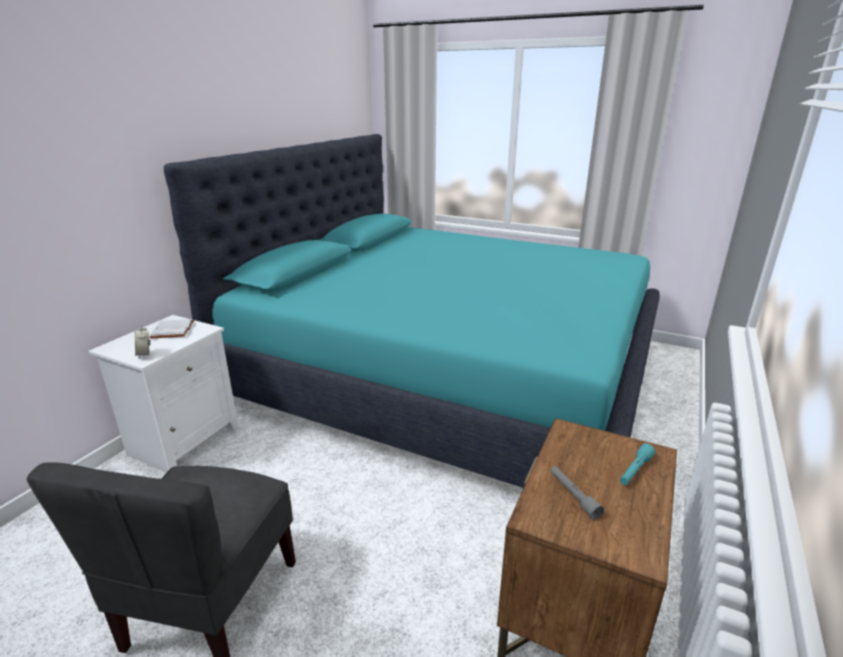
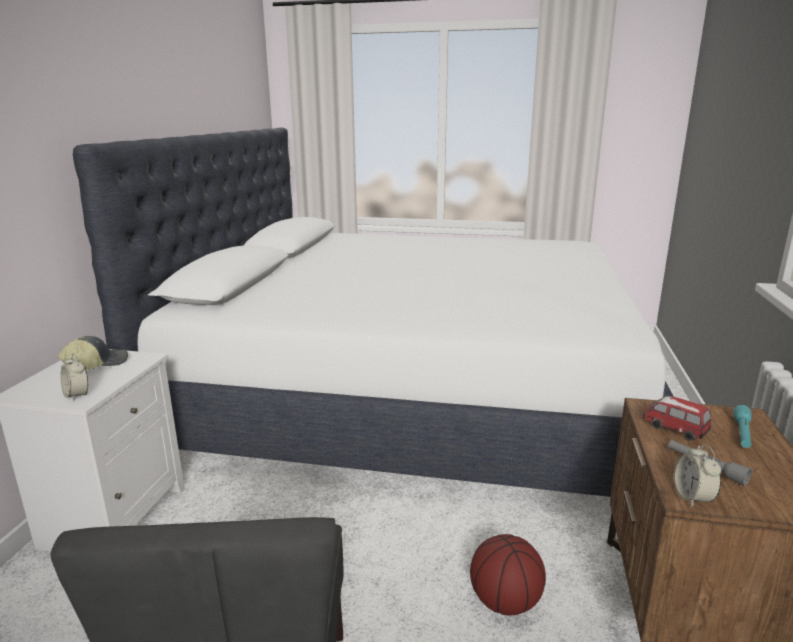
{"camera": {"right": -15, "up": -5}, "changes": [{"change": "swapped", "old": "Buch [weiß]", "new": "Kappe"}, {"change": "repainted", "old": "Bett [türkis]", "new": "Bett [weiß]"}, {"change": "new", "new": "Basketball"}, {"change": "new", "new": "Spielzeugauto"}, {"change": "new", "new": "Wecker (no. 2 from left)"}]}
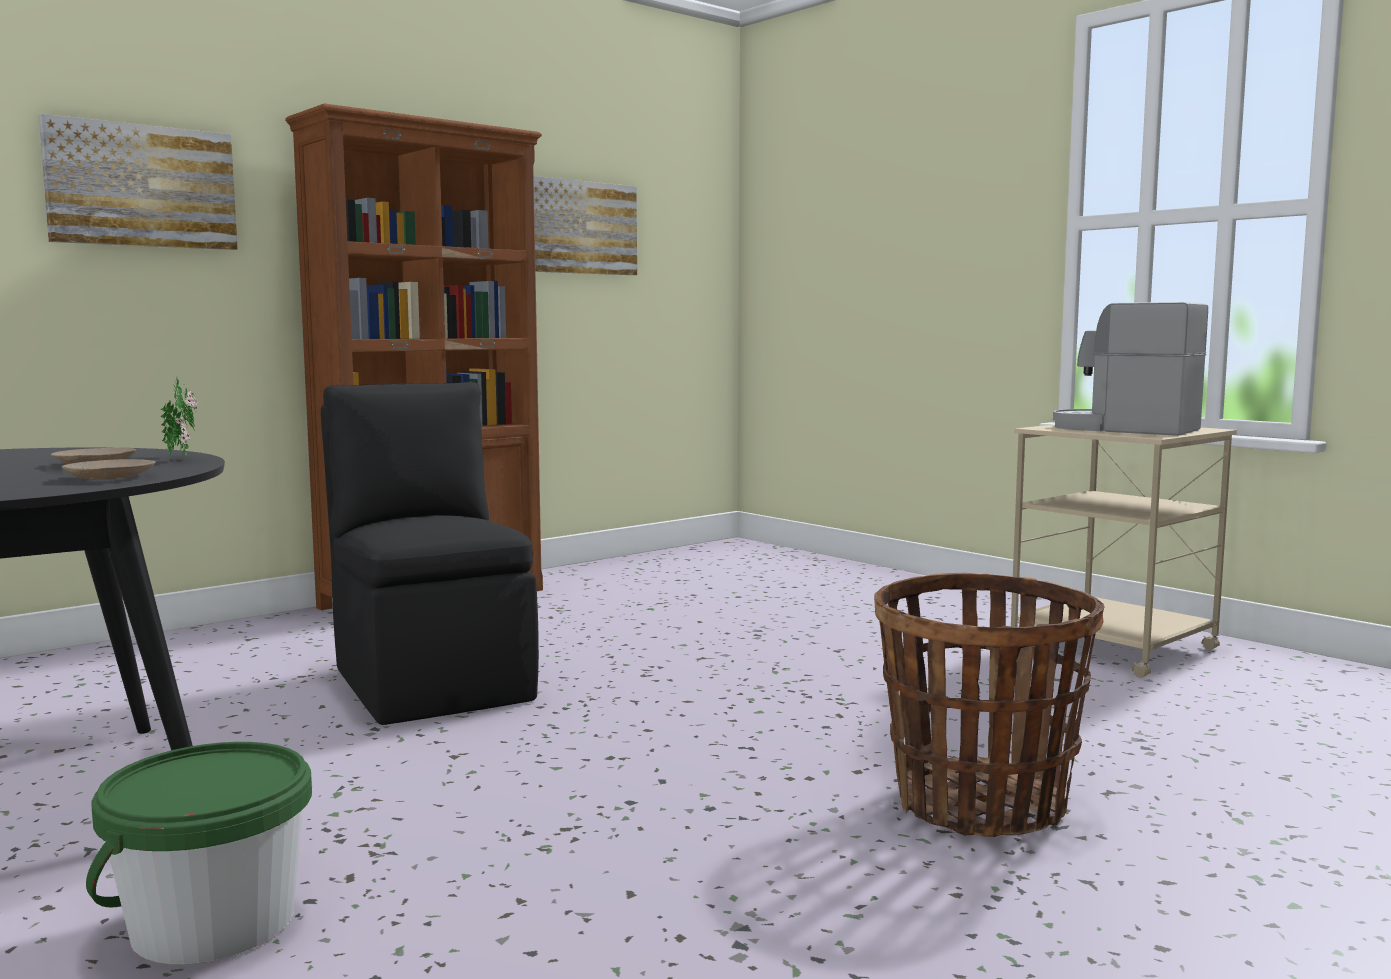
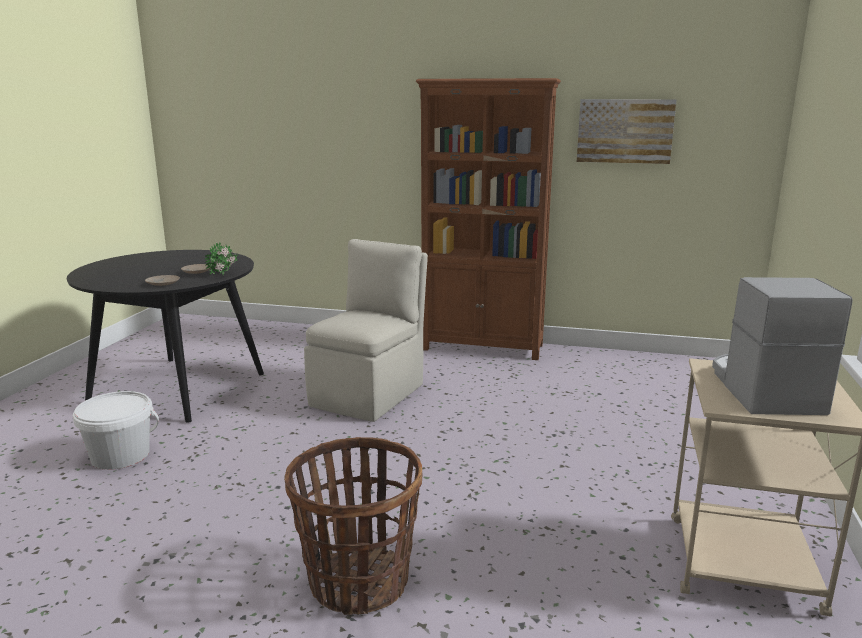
{"camera": {"right": 55, "up": 10}, "changes": [{"change": "repainted", "old": "Eimer [grün]", "new": "Eimer [weiß]"}, {"change": "repainted", "old": "Stuhl [schwarz]", "new": "Stuhl [beige]"}, {"change": "gone", "old": "Bild (no. 1 from left)"}]}
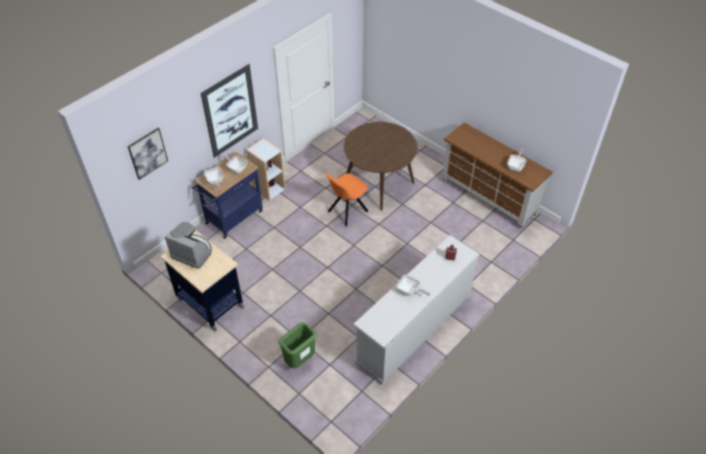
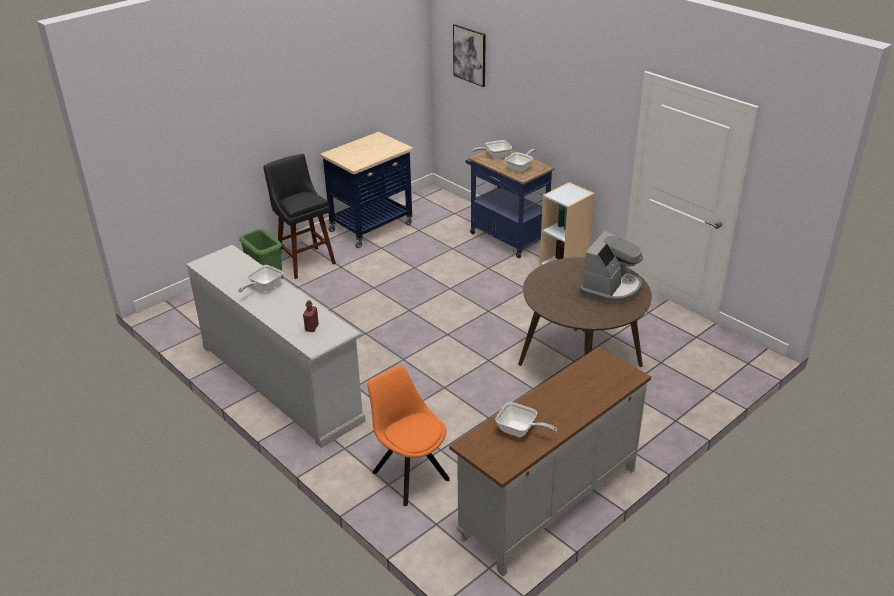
{"camera": {"right": 95, "up": -15}, "changes": [{"change": "new", "new": "Hocker [schwarz]"}, {"change": "shifted", "old": "Stuhl [orange]"}, {"change": "shifted", "old": "Kaffeemaschine"}, {"change": "gone", "old": "Bild (no. 2 from left)"}]}
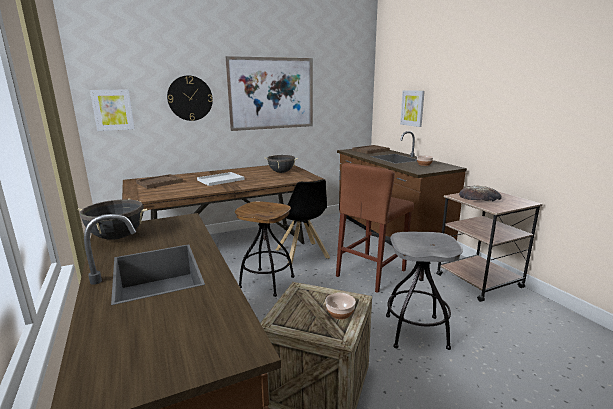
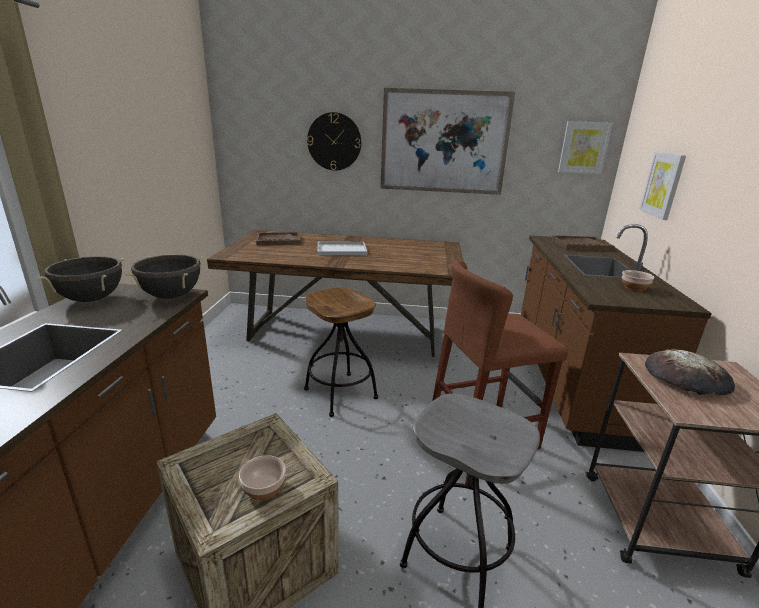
{"camera": {"right": 30, "up": 5}, "changes": [{"change": "shifted", "old": "Kochtopf [schwarz] (no. 2 from left)"}, {"change": "shifted", "old": "Bild (no. 1 from left in the first image)", "new": "Bild (no. 2 from left)"}, {"change": "gone", "old": "Stuhl [schwarz]"}]}
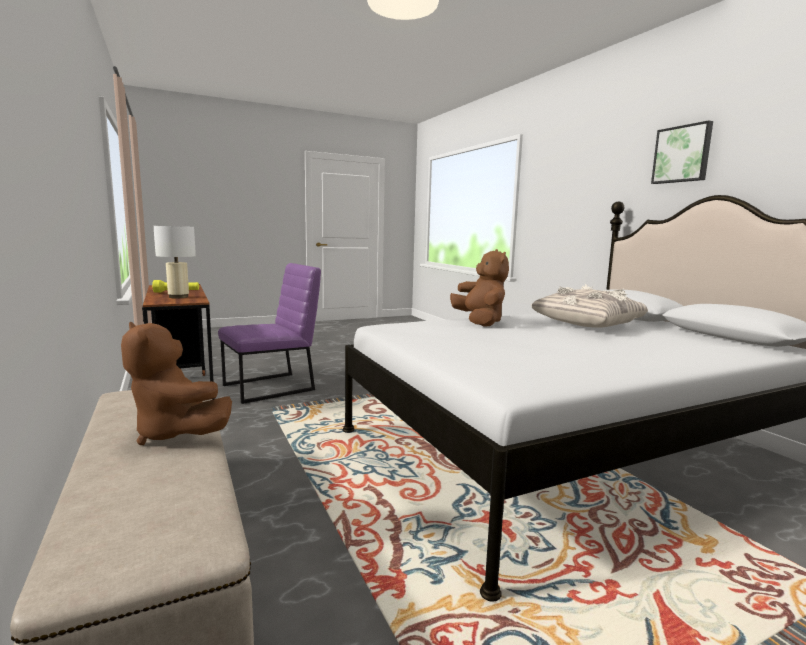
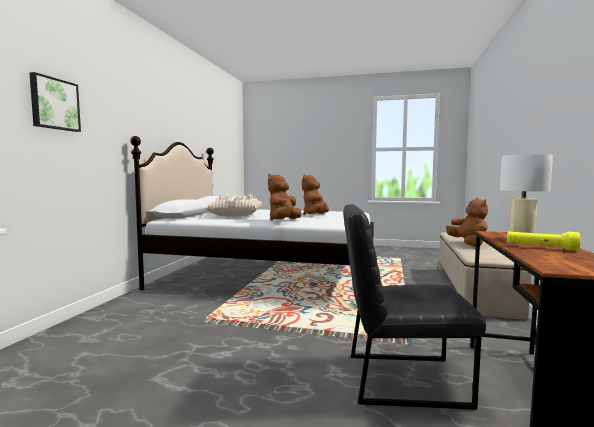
{"camera": {"right": -140, "up": -5}, "changes": [{"change": "shifted", "old": "Bild"}, {"change": "new", "new": "Plüschtier [braun] (no. 2 from left)"}, {"change": "repainted", "old": "Stuhl [lila]", "new": "Stuhl [schwarz]"}]}
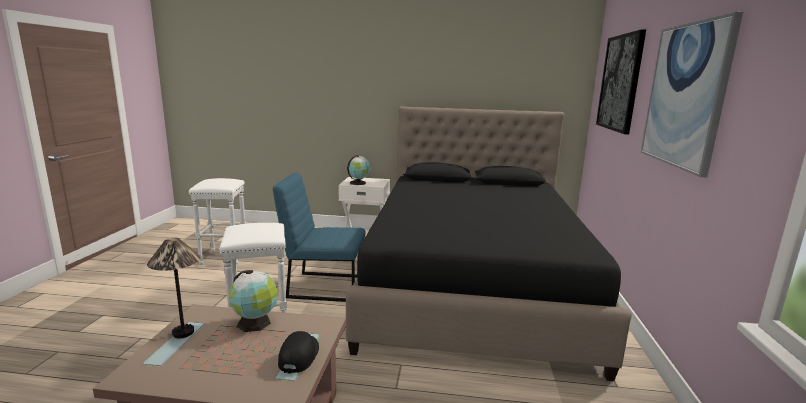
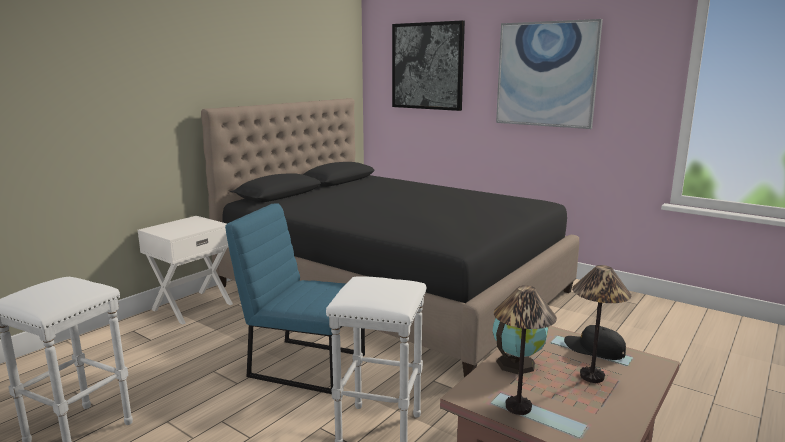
{"camera": {"right": -60, "up": 0}, "changes": [{"change": "rotated", "old": "Stuhl [blau]", "degrees": 75}, {"change": "new", "new": "Tischlampe (no. 2 from left)"}, {"change": "gone", "old": "Globus (no. 2 from left)"}]}
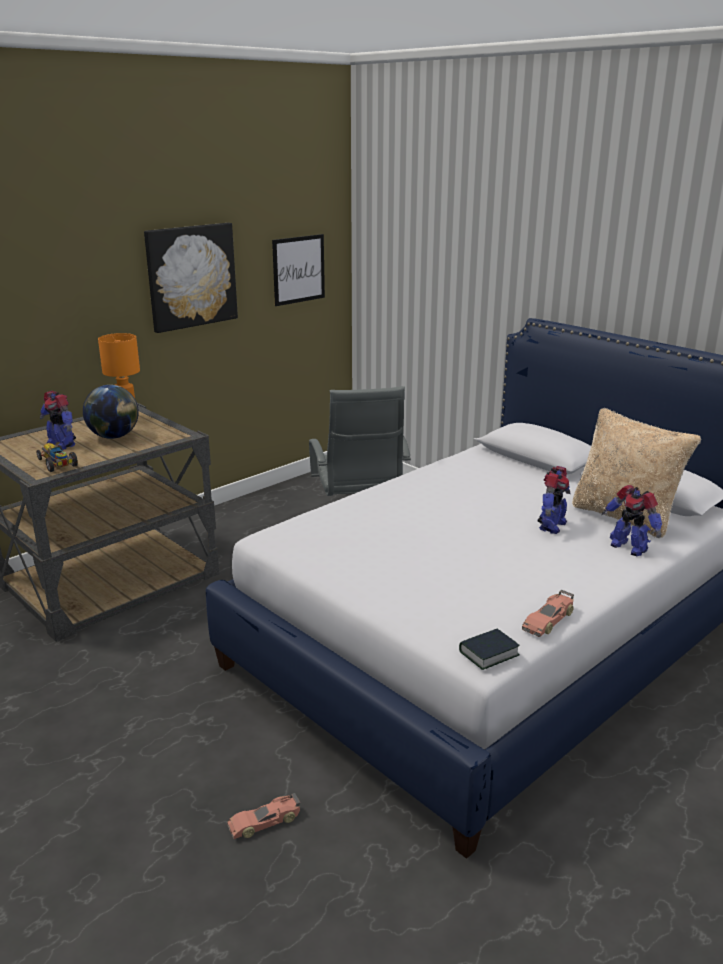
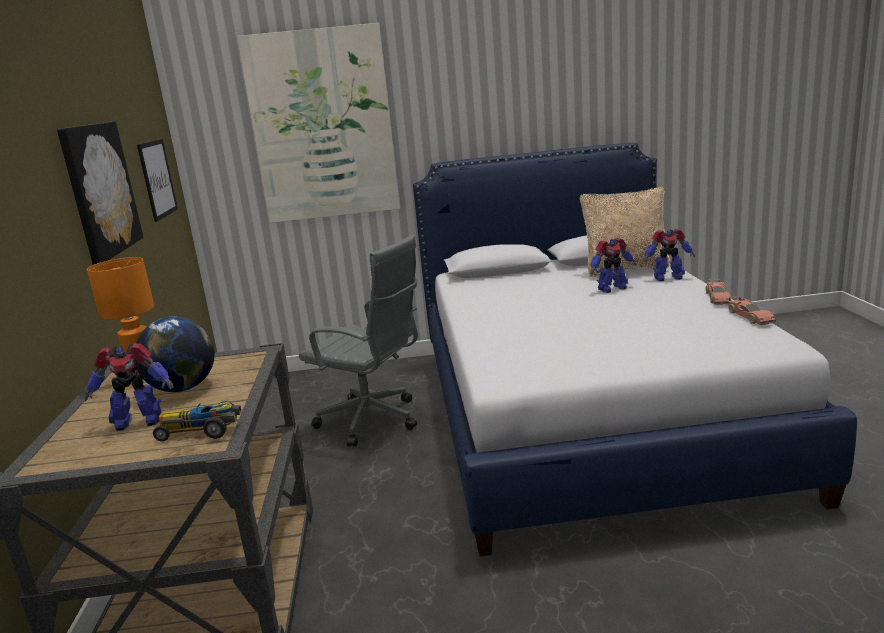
{"camera": {"right": -50, "up": -5}, "changes": [{"change": "new", "new": "Bild (no. 3 from left)"}, {"change": "rotated", "old": "Spielzeugroboter (no. 2 from left)", "degrees": 90}, {"change": "shifted", "old": "Spielzeugauto (no. 2 from left)"}, {"change": "gone", "old": "Buch"}]}
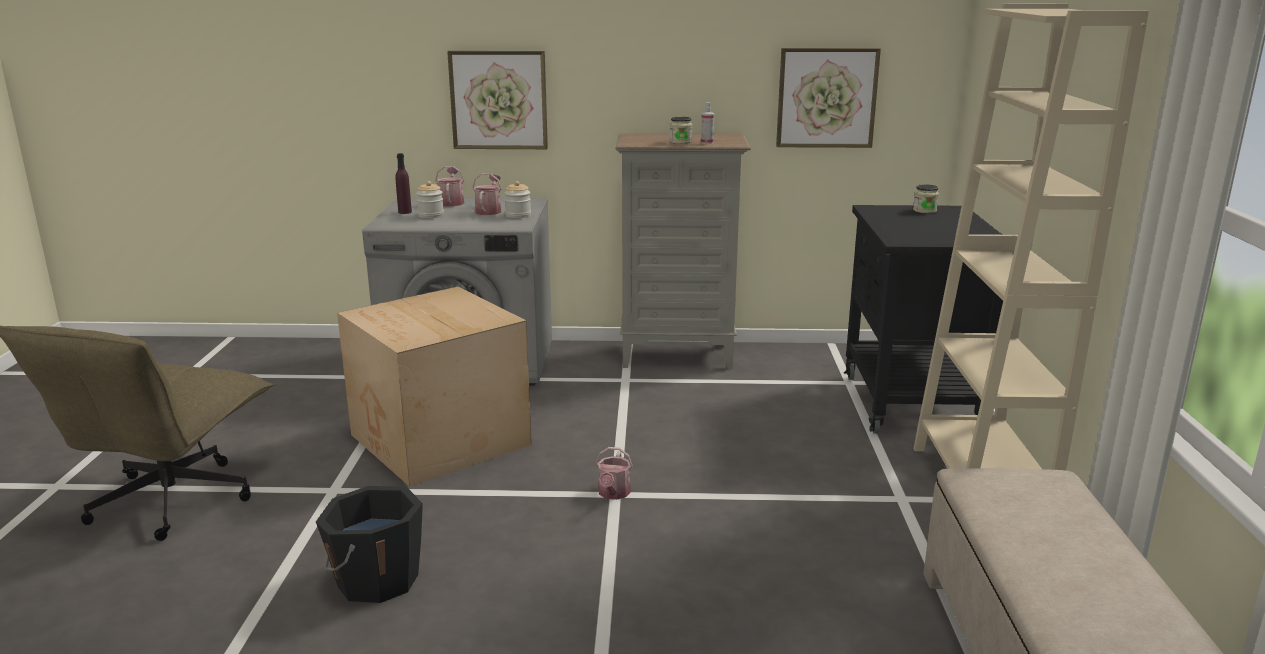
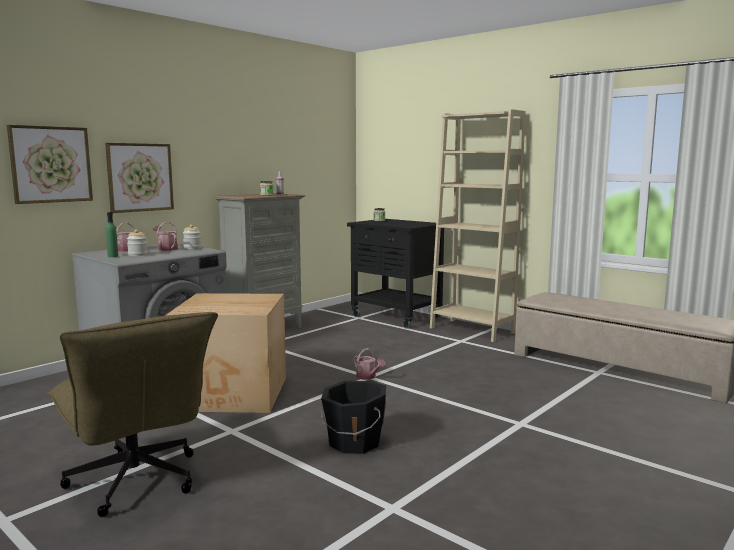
{"camera": {"right": -50, "up": -10}, "changes": [{"change": "shifted", "old": "Bild (no. 2 from left in the first image)", "new": "Bild (no. 1 from left)"}, {"change": "repainted", "old": "Flasche [lila]", "new": "Flasche [grün]"}]}
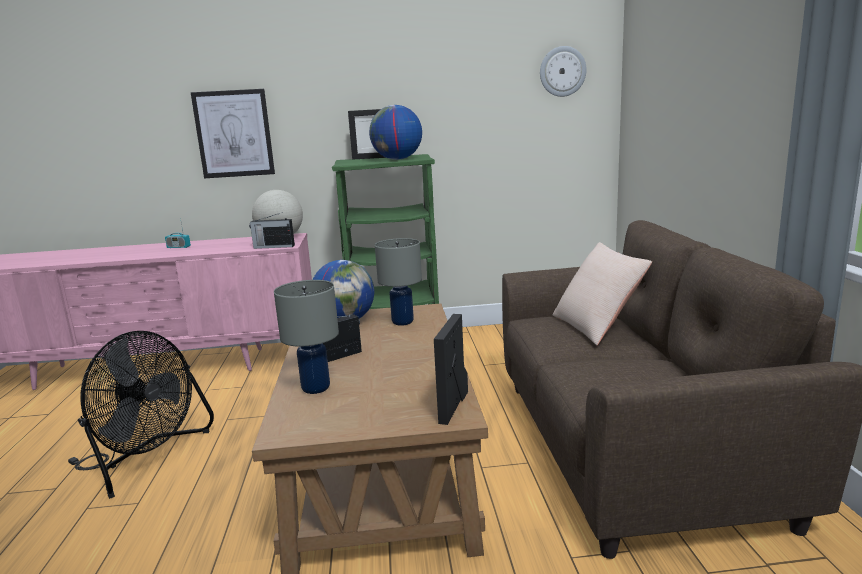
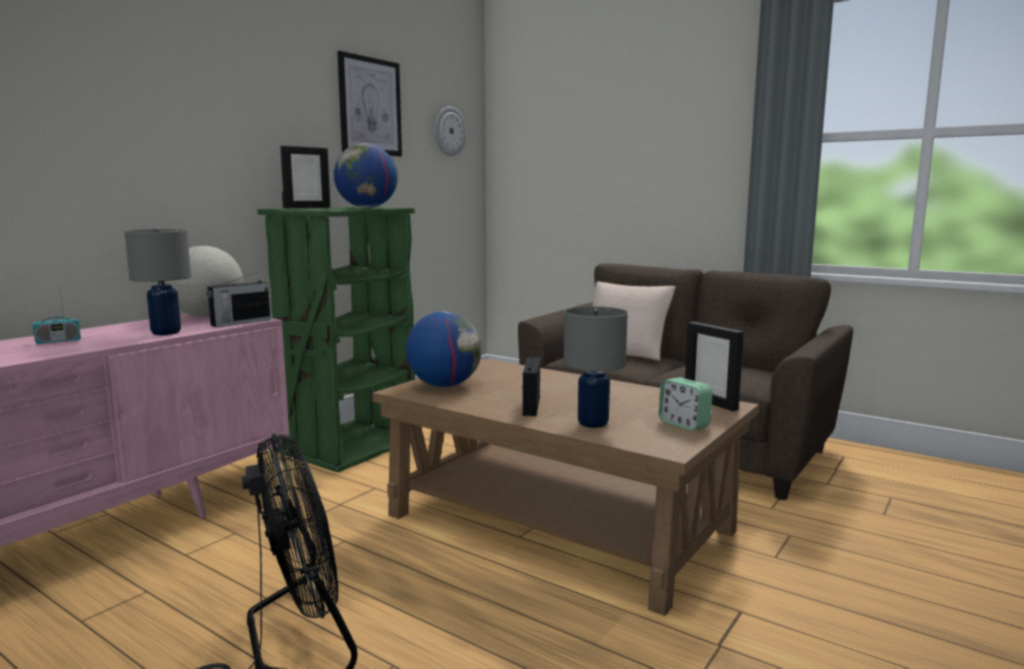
{"camera": {"right": -50, "up": -5}, "changes": [{"change": "shifted", "old": "Tischlampe [grau] (no. 2 from left in the first image)", "new": "Tischlampe [grau] (no. 1 from left)"}, {"change": "shifted", "old": "Bild"}, {"change": "new", "new": "Wecker"}]}
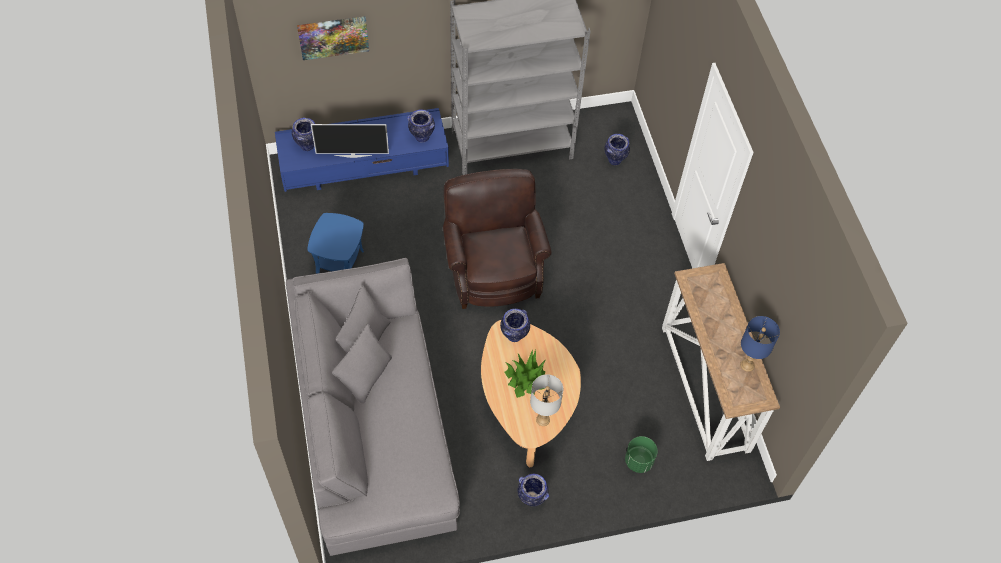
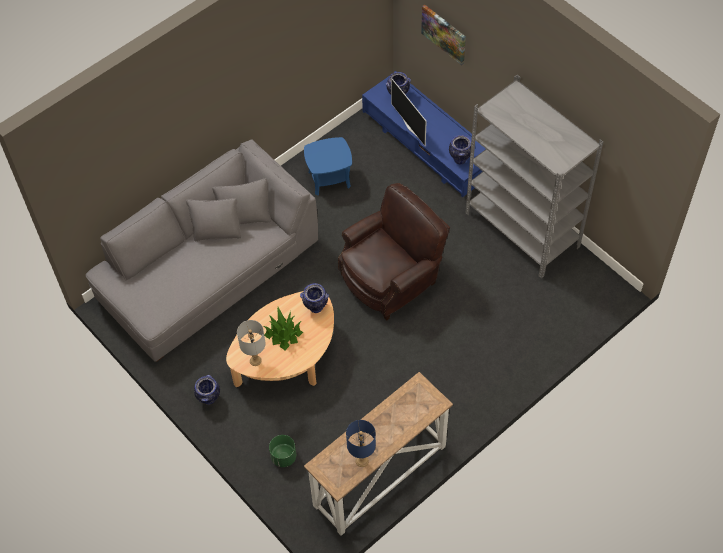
{"camera": {"right": 65, "up": 0}, "changes": [{"change": "gone", "old": "Vase (no. 5 from left)"}]}
